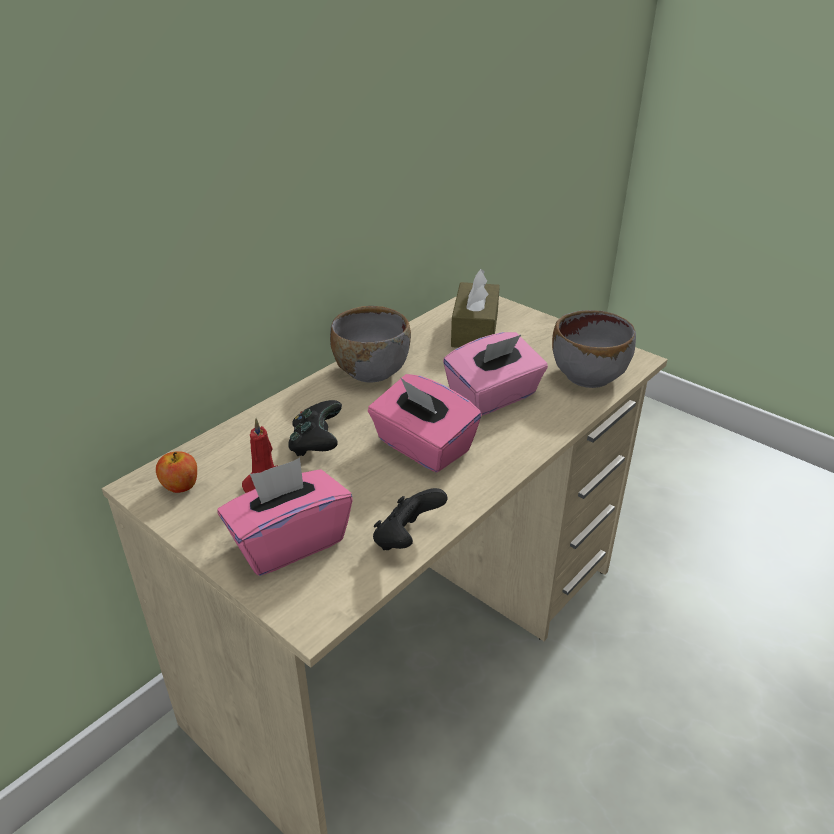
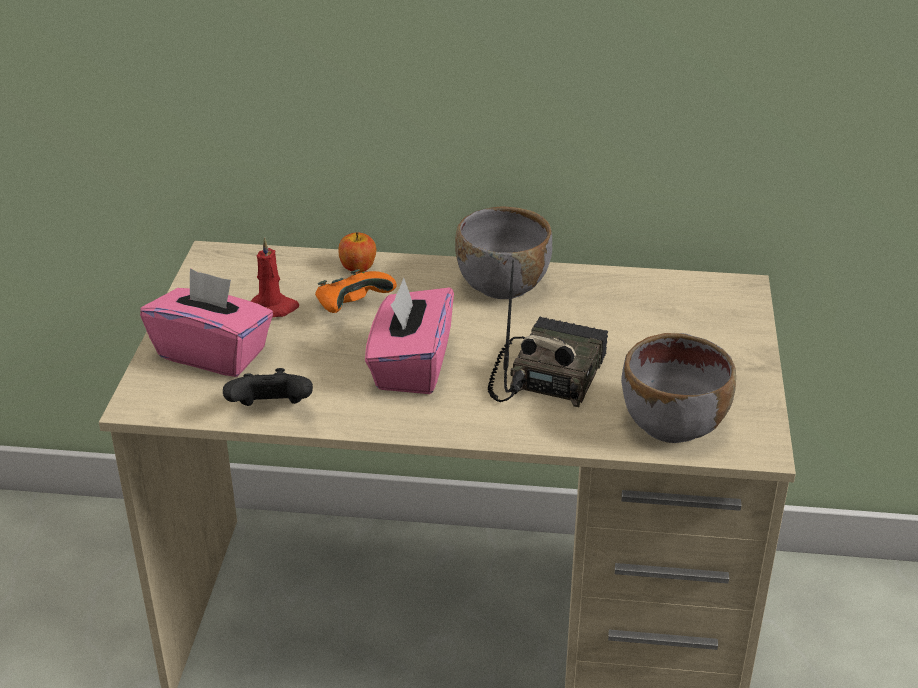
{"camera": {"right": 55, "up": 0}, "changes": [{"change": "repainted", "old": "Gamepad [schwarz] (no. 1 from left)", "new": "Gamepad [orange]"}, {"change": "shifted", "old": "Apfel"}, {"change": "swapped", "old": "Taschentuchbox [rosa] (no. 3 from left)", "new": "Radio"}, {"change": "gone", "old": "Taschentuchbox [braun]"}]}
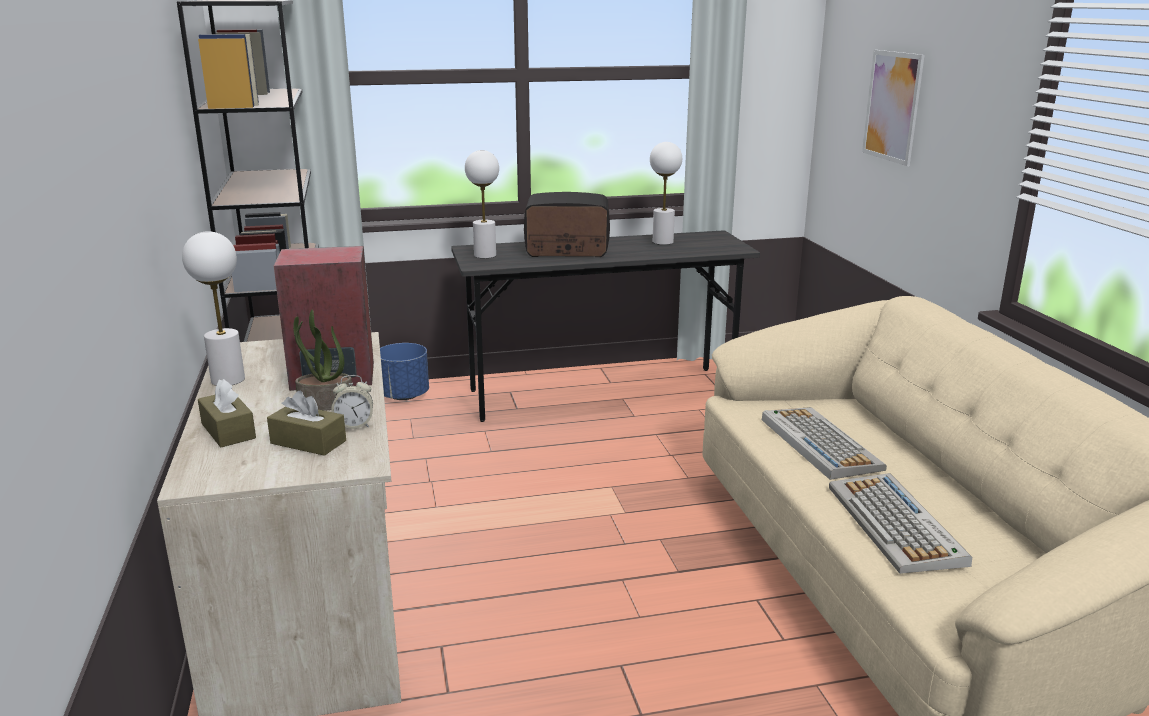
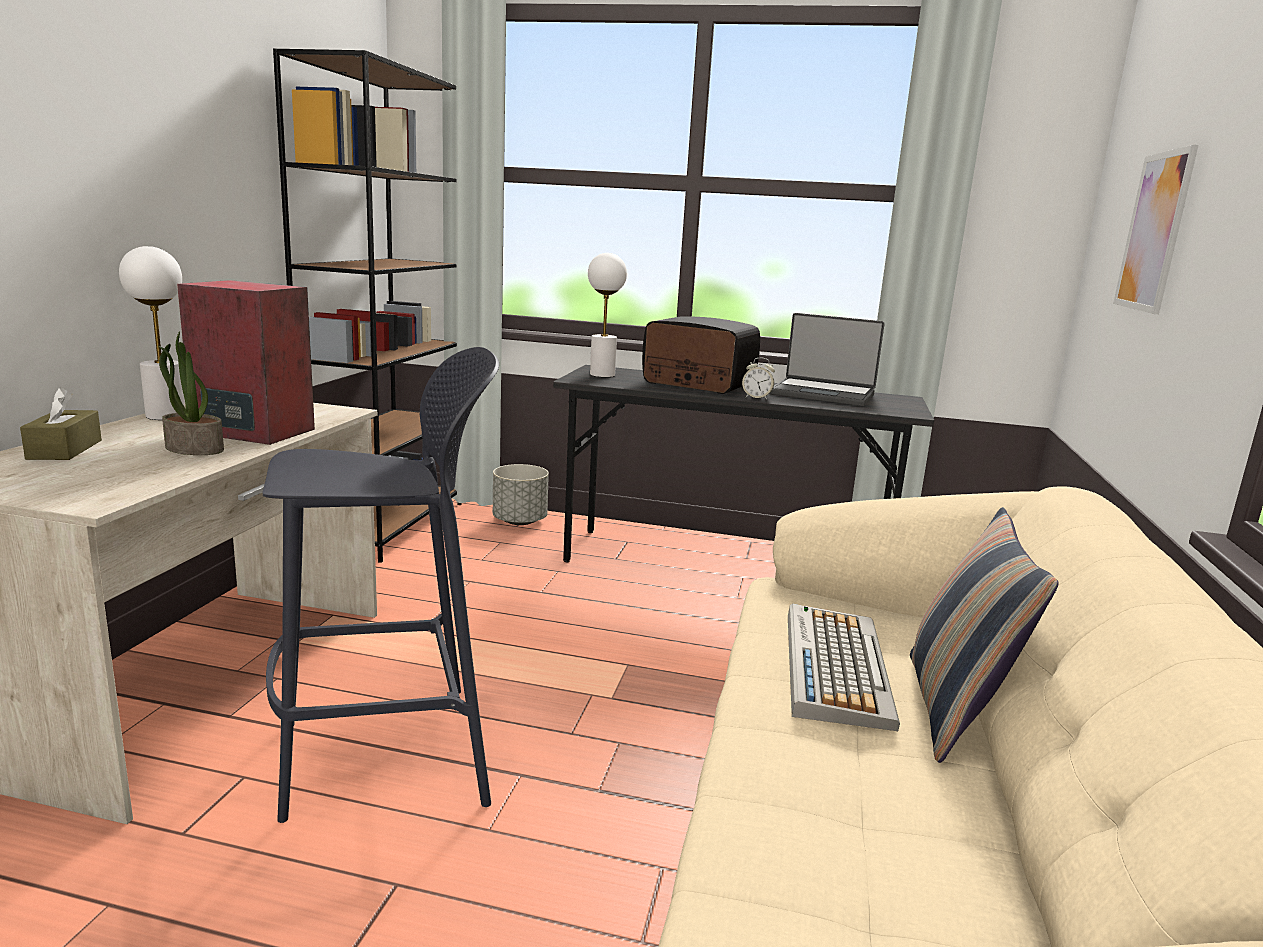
{"camera": {"right": 25, "up": -5}, "changes": [{"change": "new", "new": "Hocker [grau]"}, {"change": "repainted", "old": "Pflanzkübel [blau]", "new": "Pflanzkübel [grau]"}, {"change": "shifted", "old": "Wecker"}, {"change": "swapped", "old": "Tischlampe [weiß] (no. 3 from left)", "new": "Laptop"}, {"change": "new", "new": "Kissen"}, {"change": "gone", "old": "Taschentuchbox [braun] (no. 2 from left)"}, {"change": "gone", "old": "Tastatur (no. 2 from left)"}]}
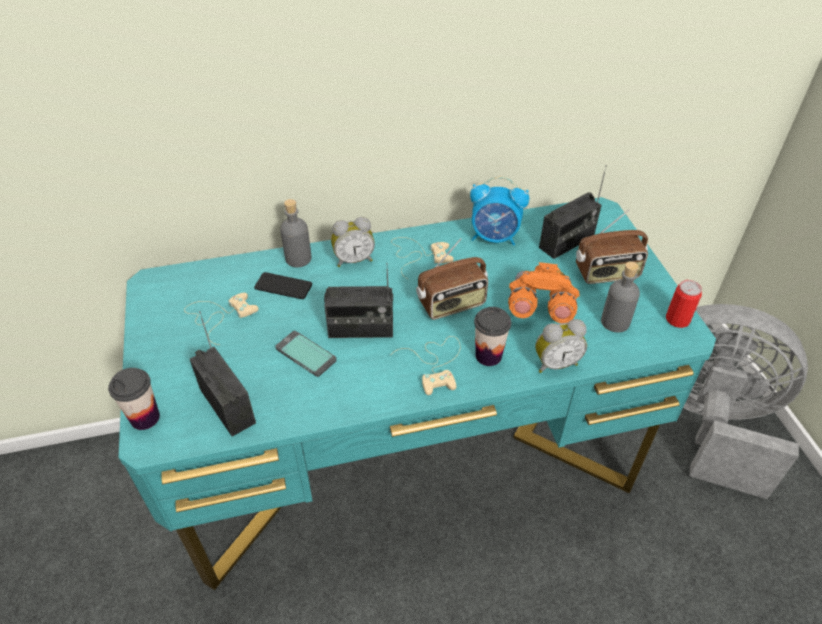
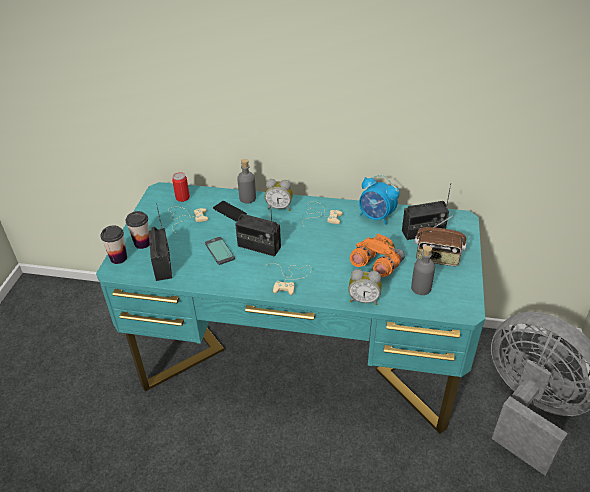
{"camera": {"right": 25, "up": -5}, "changes": [{"change": "shifted", "old": "Tasse (no. 2 from left)"}, {"change": "shifted", "old": "Dose"}, {"change": "gone", "old": "Radio (no. 3 from left)"}]}
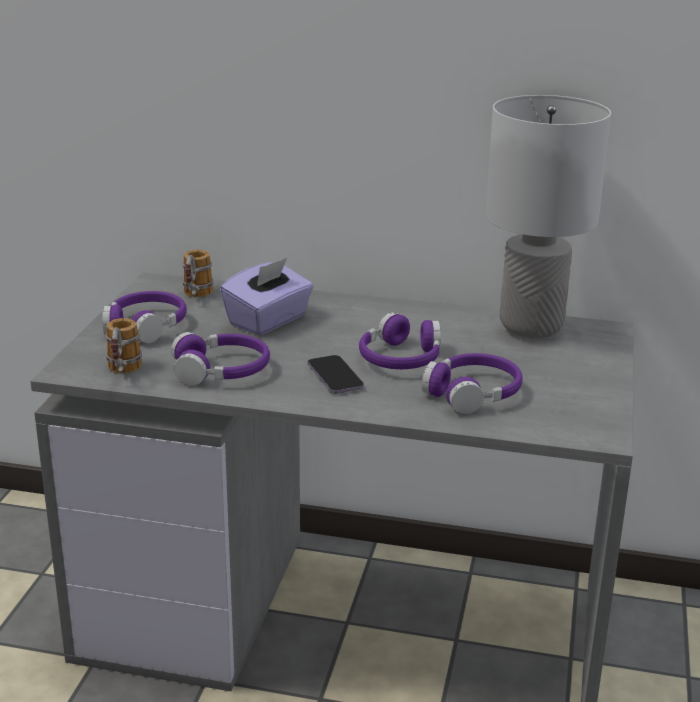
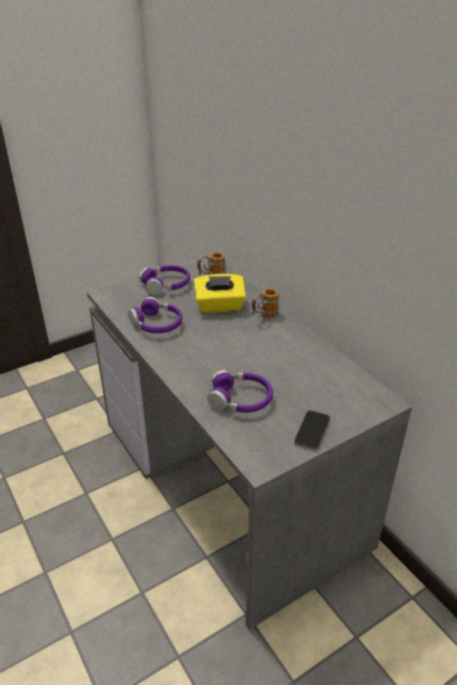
{"camera": {"right": 45, "up": 10}, "changes": [{"change": "repainted", "old": "Taschentuchbox [lila]", "new": "Taschentuchbox [gelb]"}, {"change": "shifted", "old": "Henkelbecher (no. 1 from left in the first image)", "new": "Henkelbecher (no. 2 from left)"}, {"change": "shifted", "old": "Handy"}, {"change": "gone", "old": "Kopfhörer [lila] (no. 3 from left)"}, {"change": "gone", "old": "Tischlampe [grau]"}]}
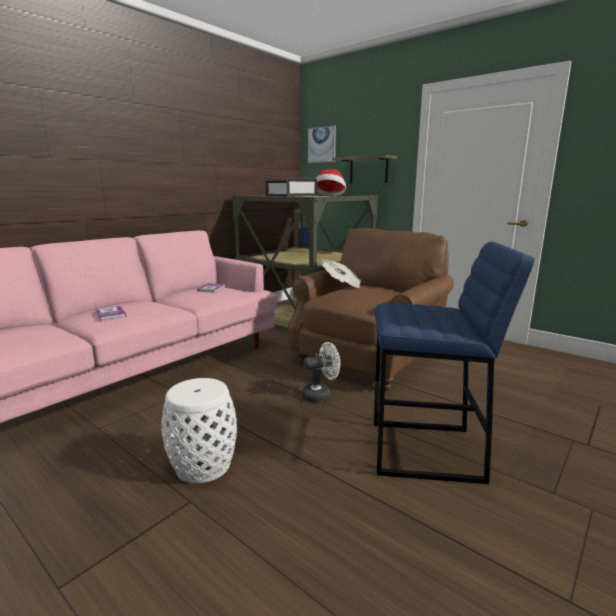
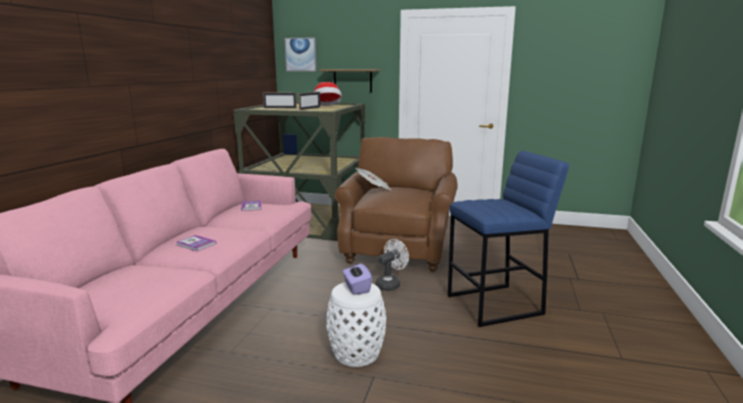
{"camera": {"right": -25, "up": 0}, "changes": [{"change": "new", "new": "Taschentuchbox [lila]"}]}
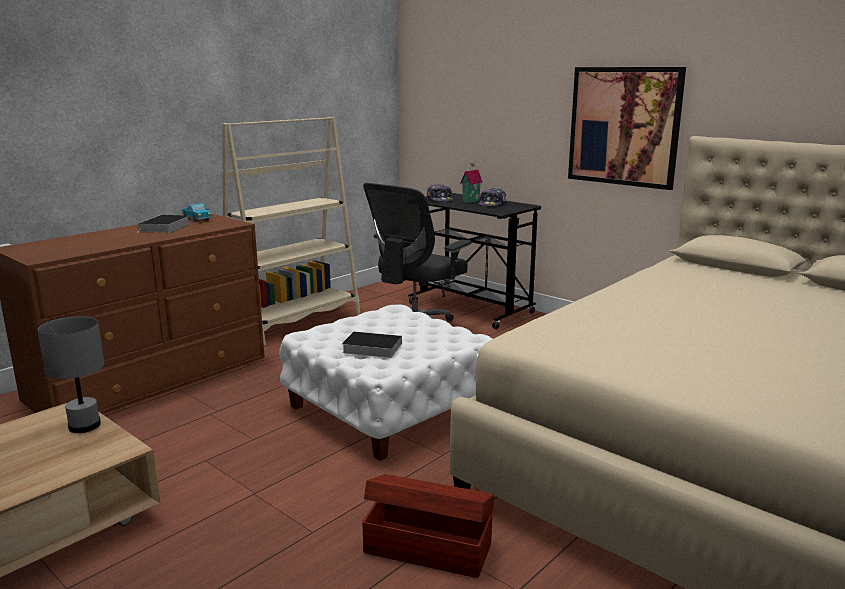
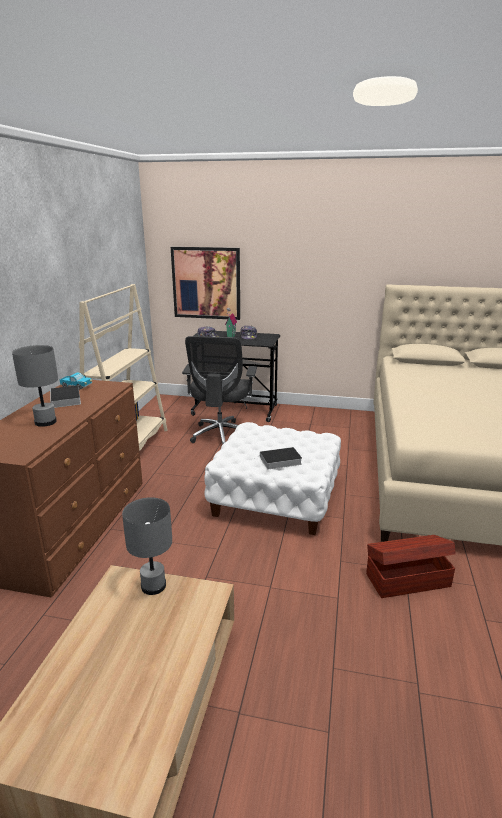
{"camera": {"right": -30, "up": 5}, "changes": [{"change": "new", "new": "Tischlampe [grau] (no. 1 from left)"}, {"change": "shifted", "old": "Bild"}]}
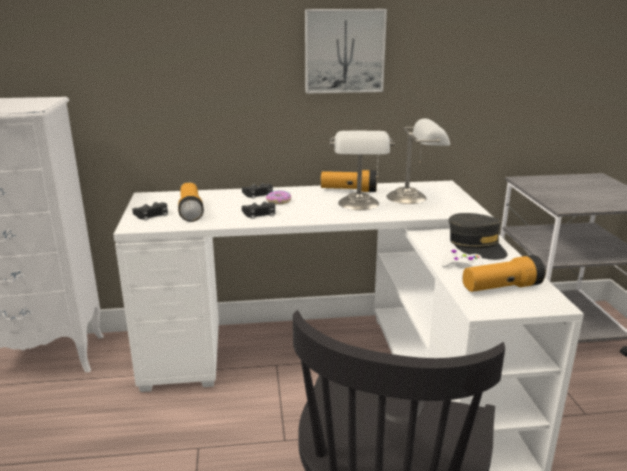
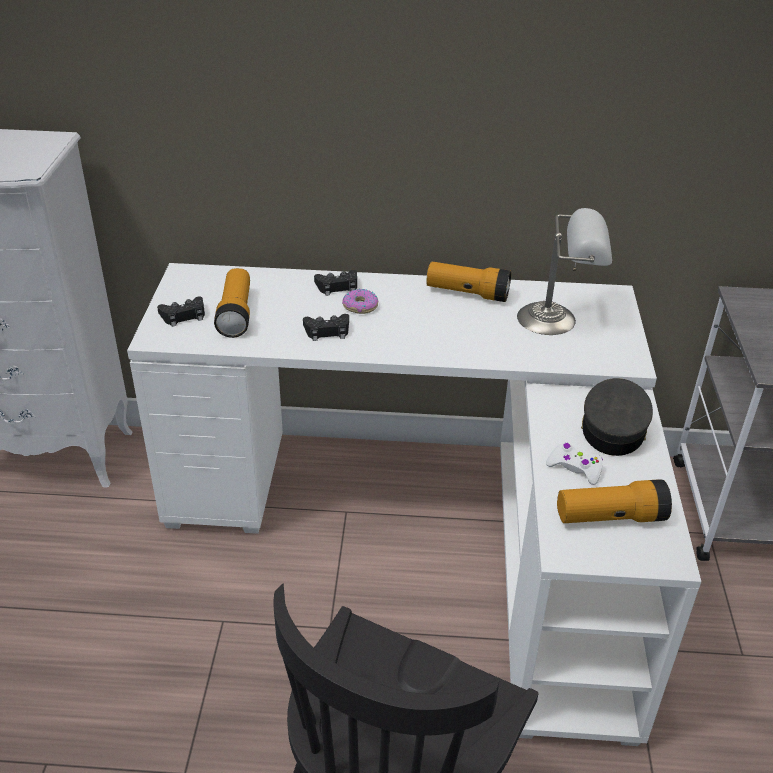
{"camera": {"right": 10, "up": 15}, "changes": [{"change": "rotated", "old": "Kappe [grau]", "degrees": -150}, {"change": "gone", "old": "Bild"}, {"change": "gone", "old": "Tischlampe [weiß] (no. 1 from left)"}]}
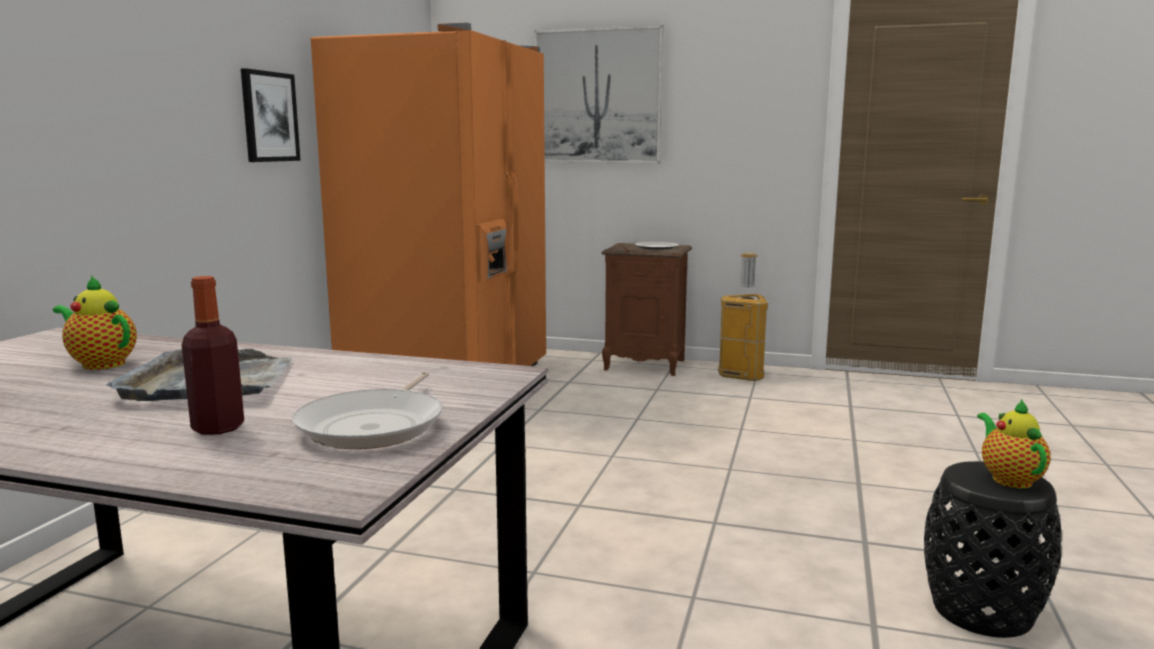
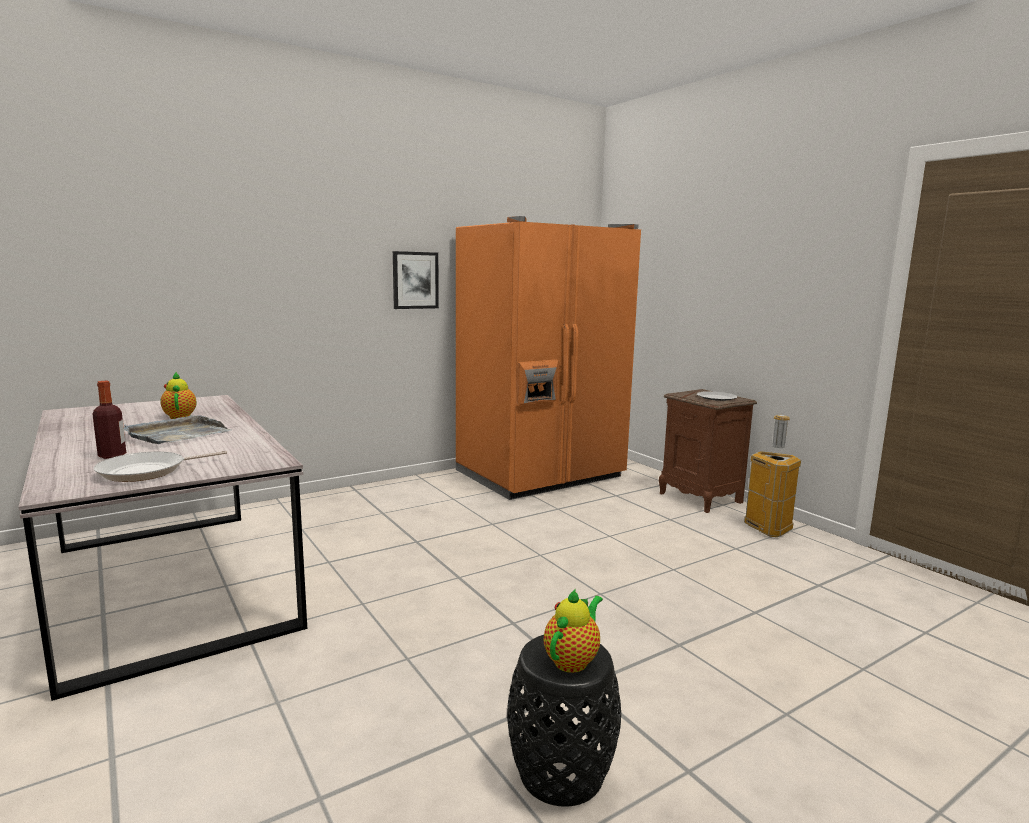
{"camera": {"right": 40, "up": 0}, "changes": [{"change": "gone", "old": "Bild (no. 2 from left)"}]}
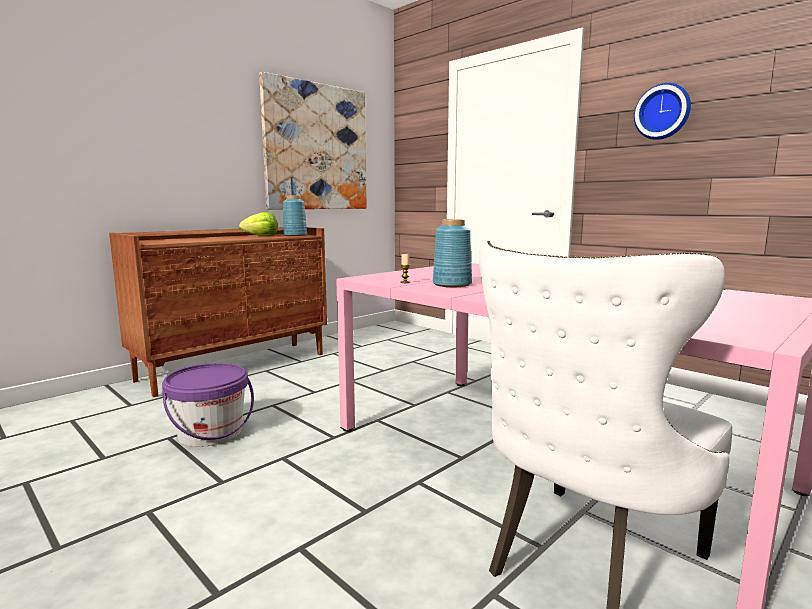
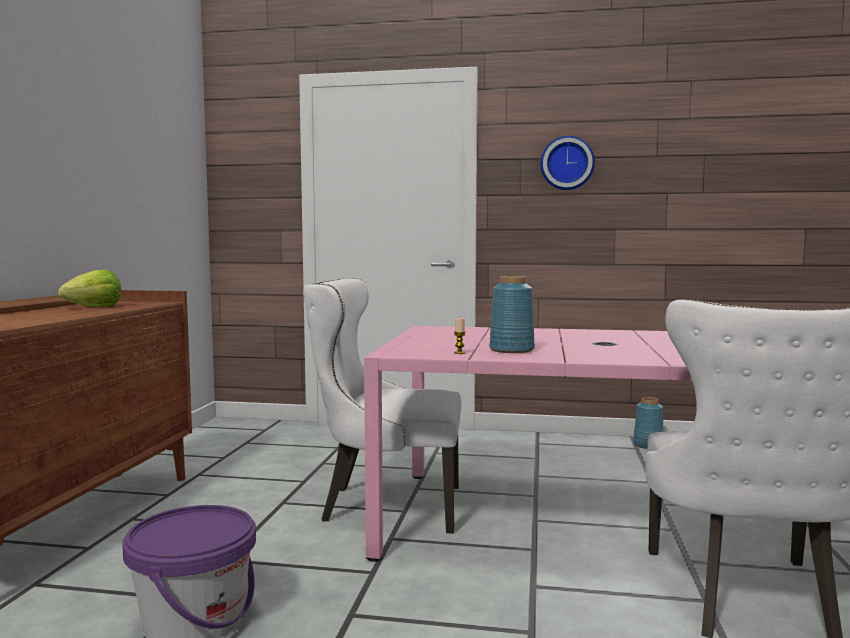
{"camera": {"right": -35, "up": -5}, "changes": [{"change": "new", "new": "Stuhl [weiß] (no. 1 from left)"}, {"change": "shifted", "old": "Vase [blau] (no. 1 from left in the first image)", "new": "Vase [blau] (no. 2 from left)"}, {"change": "gone", "old": "Bild"}]}
